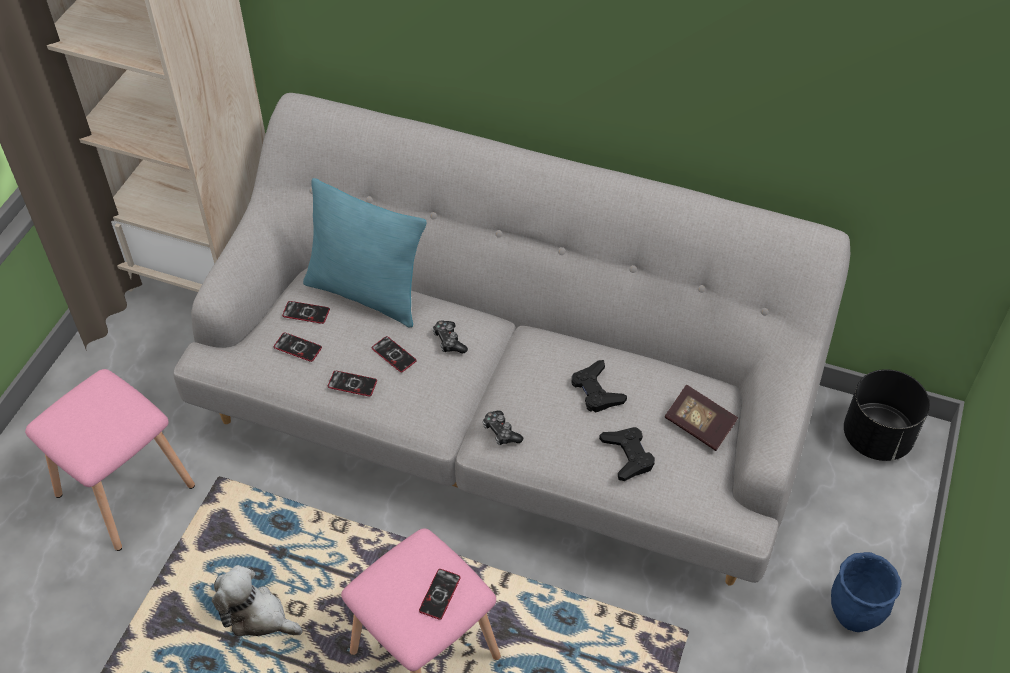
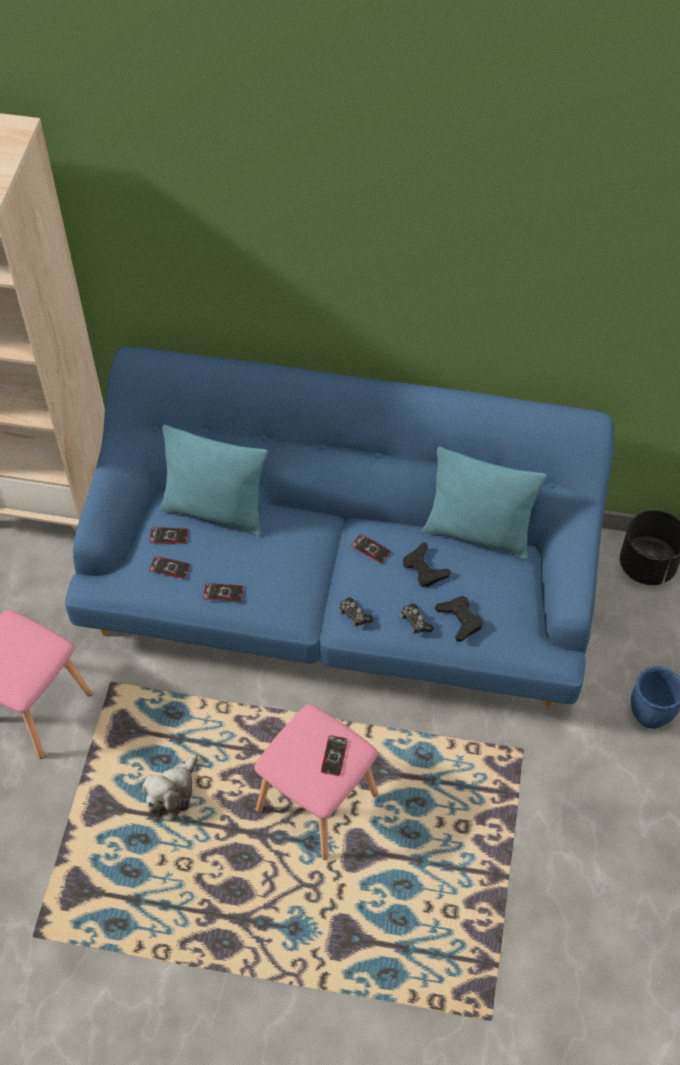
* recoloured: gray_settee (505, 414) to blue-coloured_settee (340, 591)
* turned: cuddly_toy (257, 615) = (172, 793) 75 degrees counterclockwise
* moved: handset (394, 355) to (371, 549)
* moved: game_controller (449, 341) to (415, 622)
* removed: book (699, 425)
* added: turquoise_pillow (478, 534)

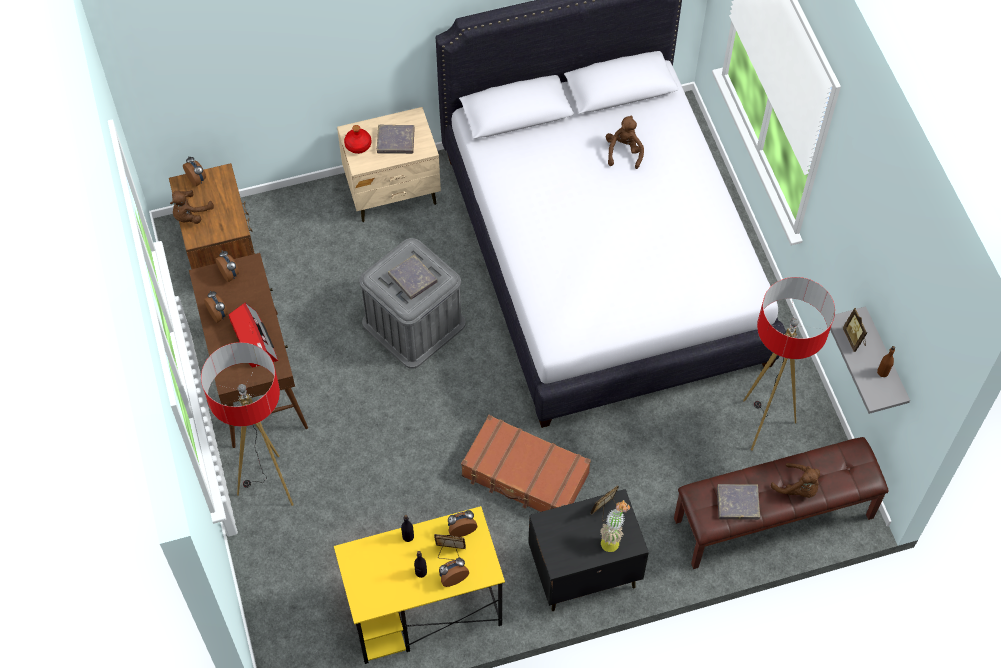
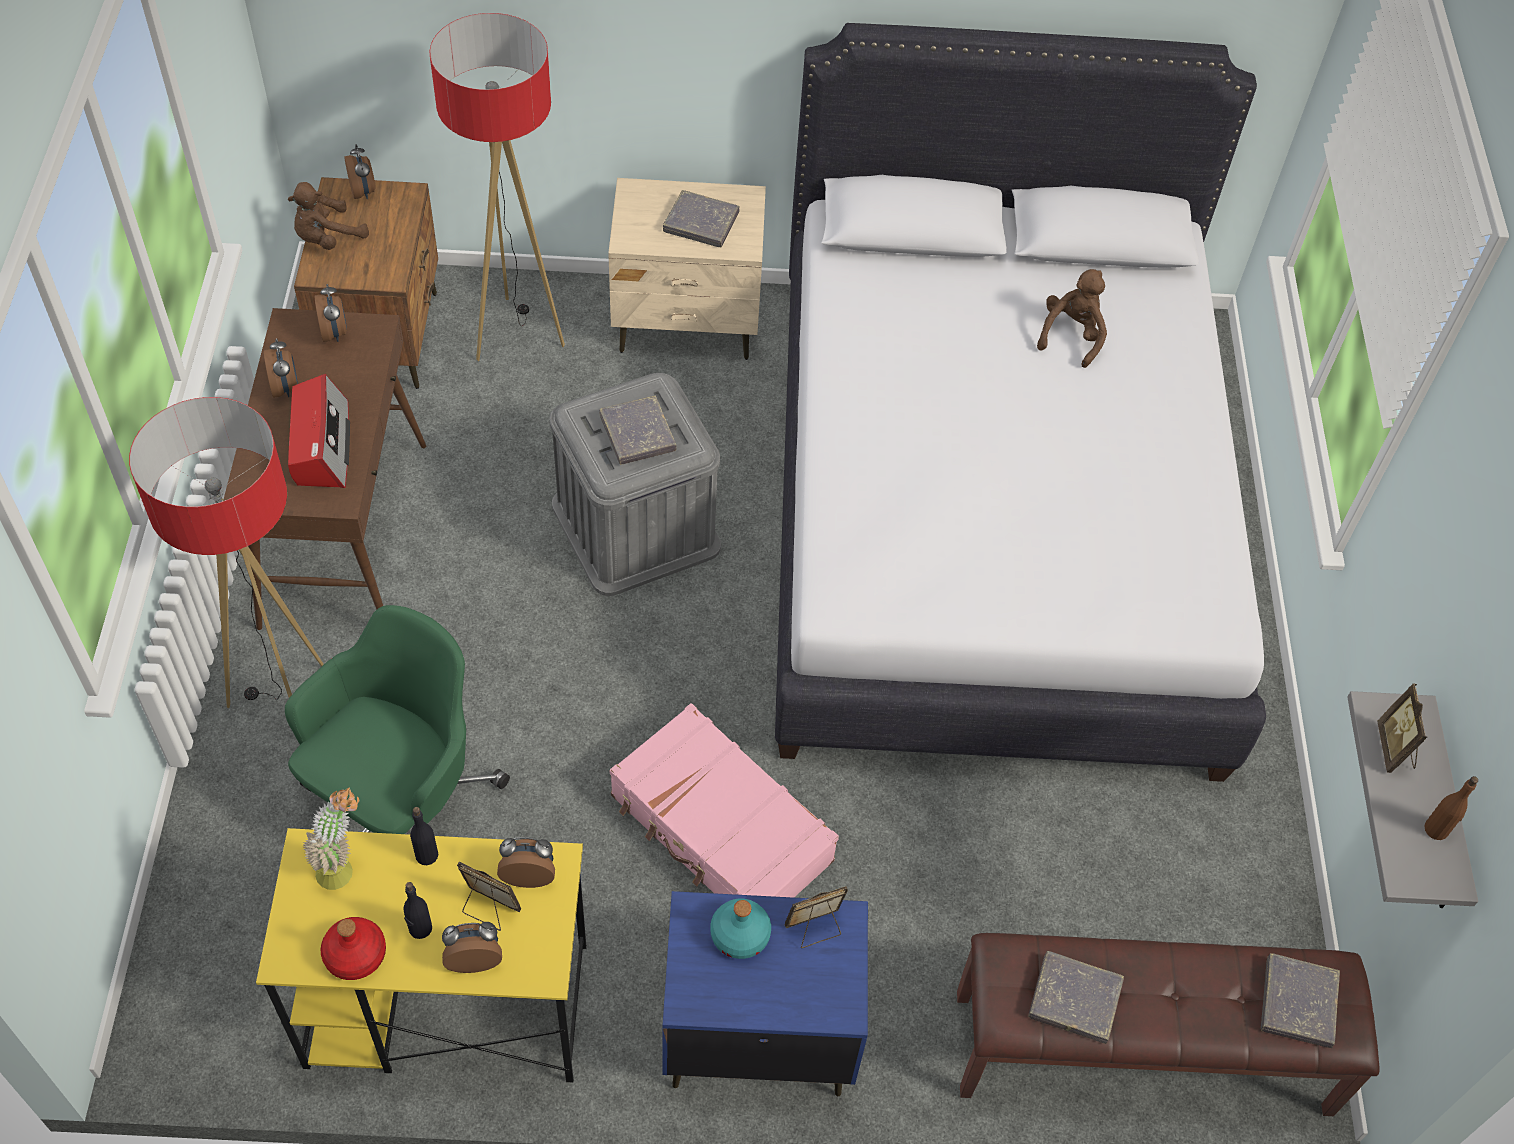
* moved: red_bottle (358, 145) to (354, 954)
* recoloured: brown_travel_case (525, 475) to pink_travel_case (720, 830)
* recoloured: blackish_night_table (583, 571) to blue-coloured_night_table (757, 1033)
* moved: potted_plant (612, 539) to (343, 867)
* moved: standing_lamp (763, 424) to (516, 334)
* removed: brown_cuddly_toy (798, 488)
* added: green_desk_chair (402, 805)
* added: turquoise_bottle (740, 935)
* added: gray_book (1297, 1003)

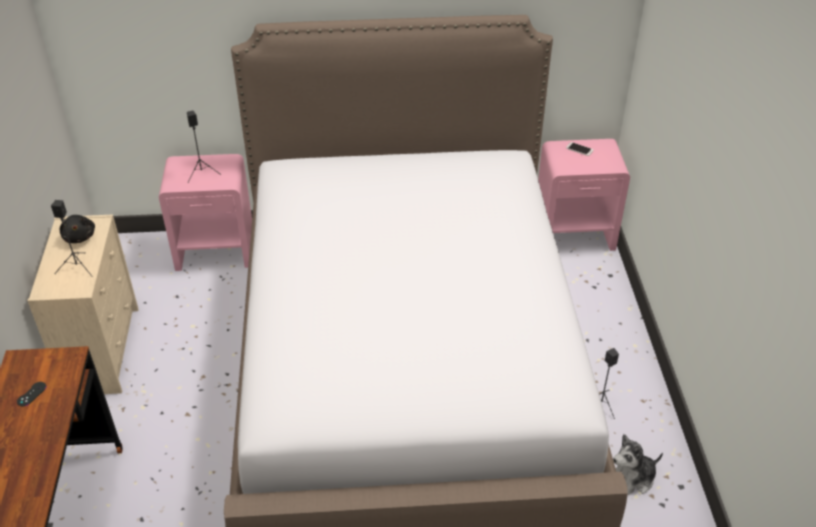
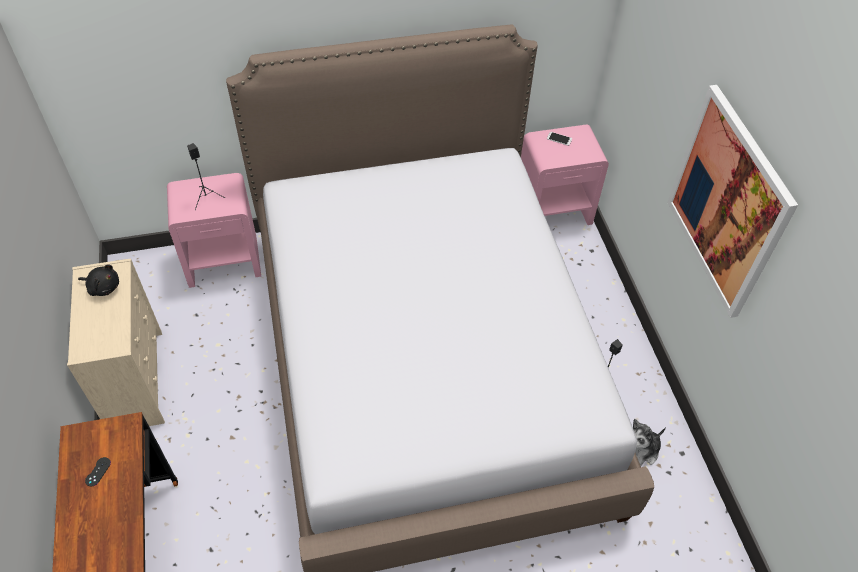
* removed: blackish_speaker (78, 267)
* turned: blackish_cuddly_toy (79, 236) = (103, 287) 45 degrees counterclockwise
* added: picture (727, 202)

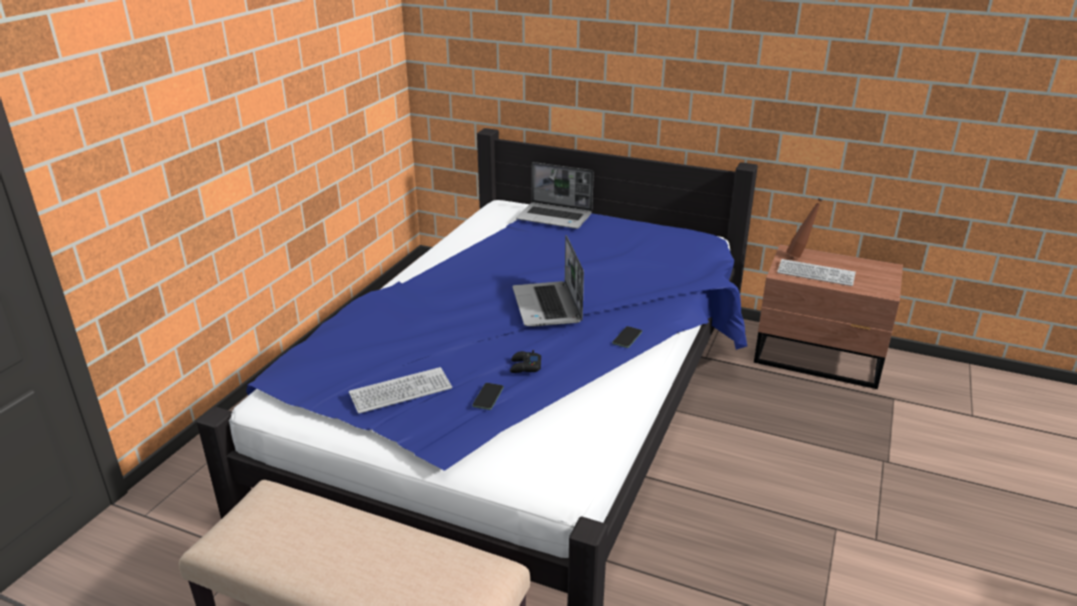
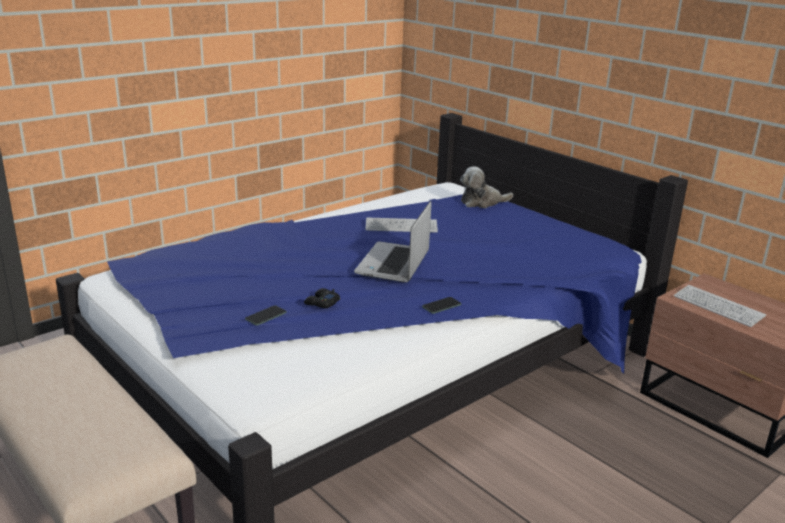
* moved: PC_keyboard (401, 392) to (401, 226)
* replaced: portable_computer (555, 217) to cuddly_toy (482, 202)
* removed: brown_bottle (799, 255)

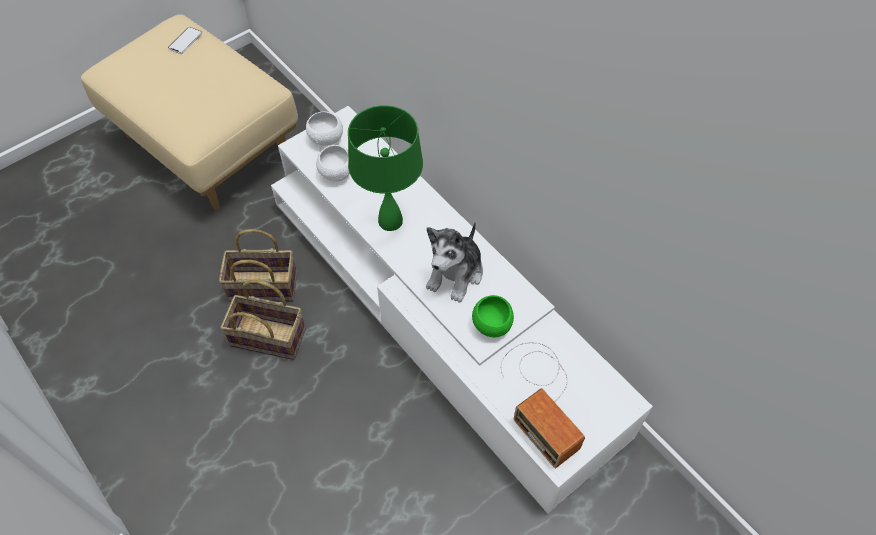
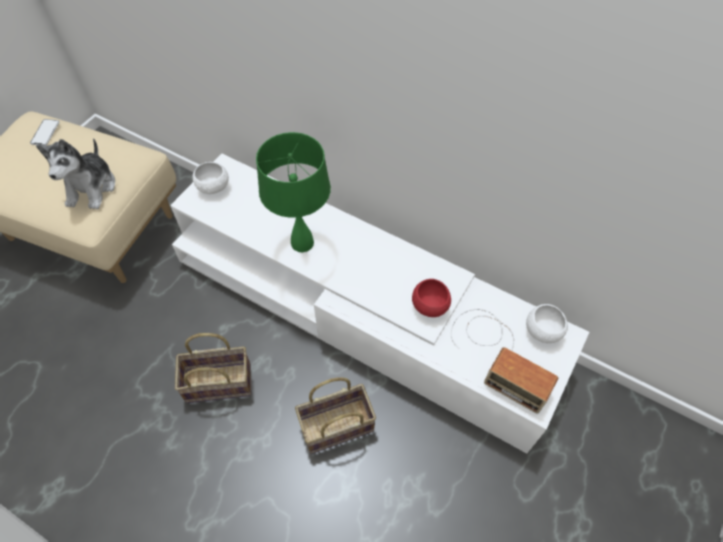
* moved: storage_basket (261, 288) to (335, 428)
* moved: whitish_deep_dish (336, 173) to (542, 331)
* moved: cuddly_toy (456, 273) to (91, 188)
* recoloured: green_deep_dish (491, 325) to red_deep_dish (429, 306)

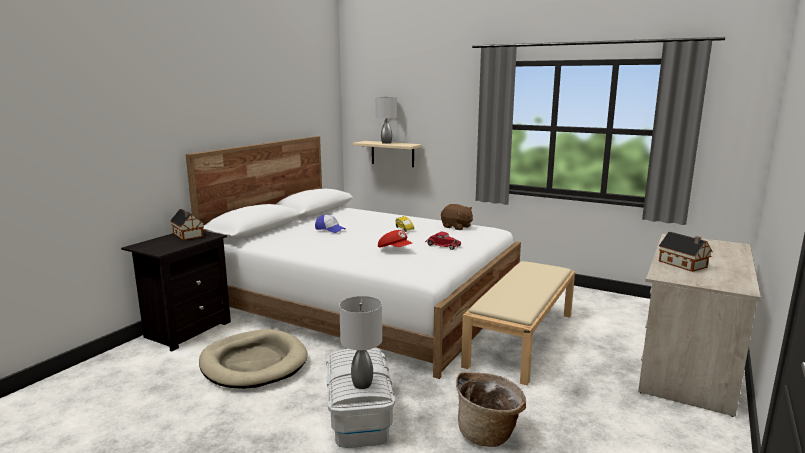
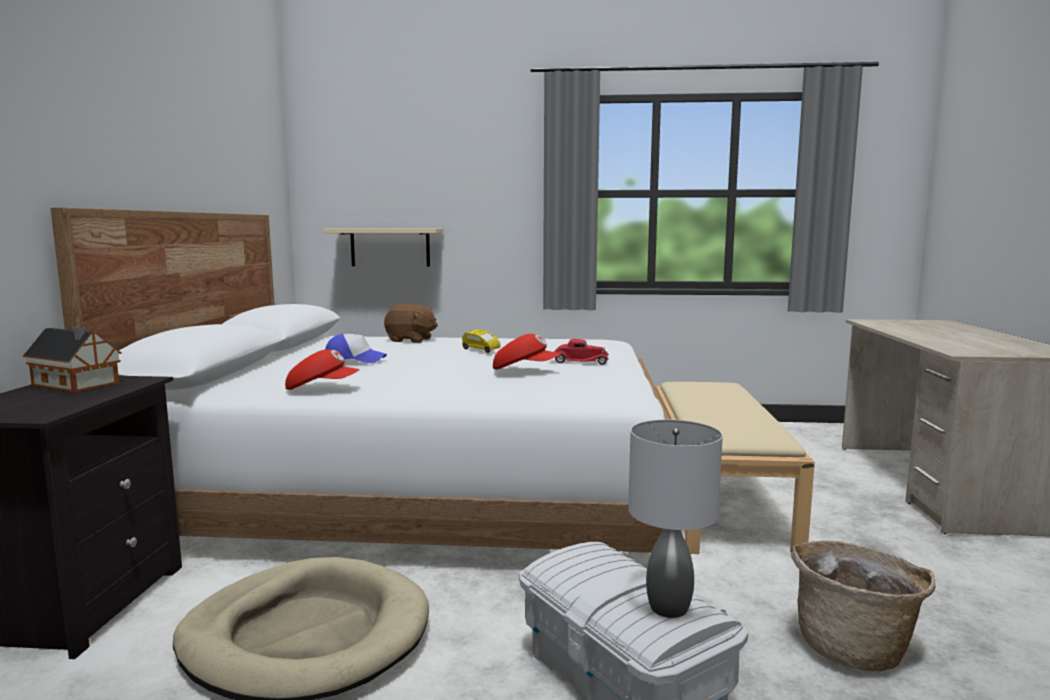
* removed: gray_lamp_for_a_table (386, 143)
* moved: brown_cuddly_toy (456, 227) to (410, 340)
* removed: toy_house (684, 265)
* added: red_cap (322, 388)

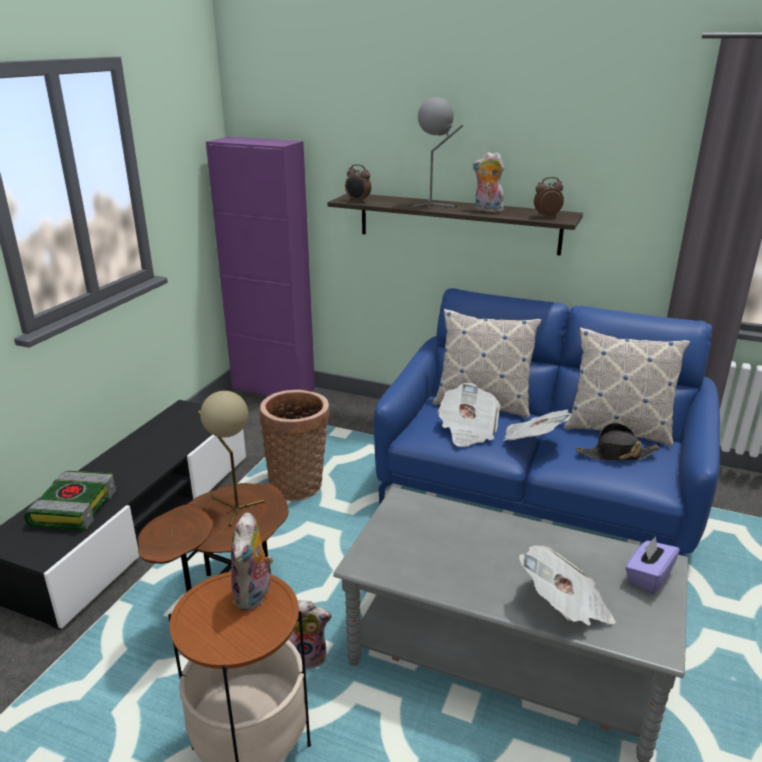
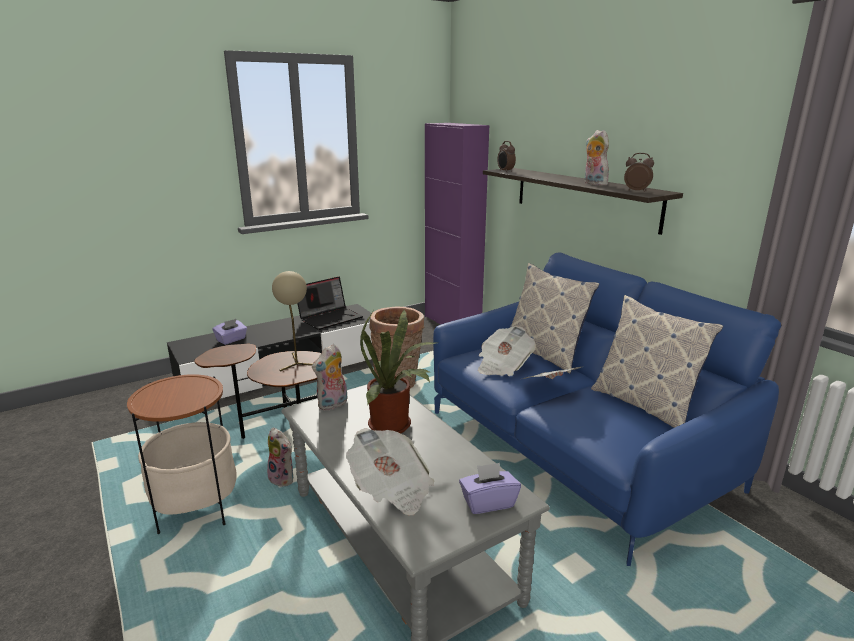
* replaced: book (73, 507) to purple_tissue_box (231, 340)
* moved: cuddly_toy (254, 596) to (333, 405)
* removed: gray_lamp_for_a_table (434, 205)
* removed: blackish_wearable_hat (616, 454)
* added: portable_computer (330, 318)
* added: potted_plant (394, 426)

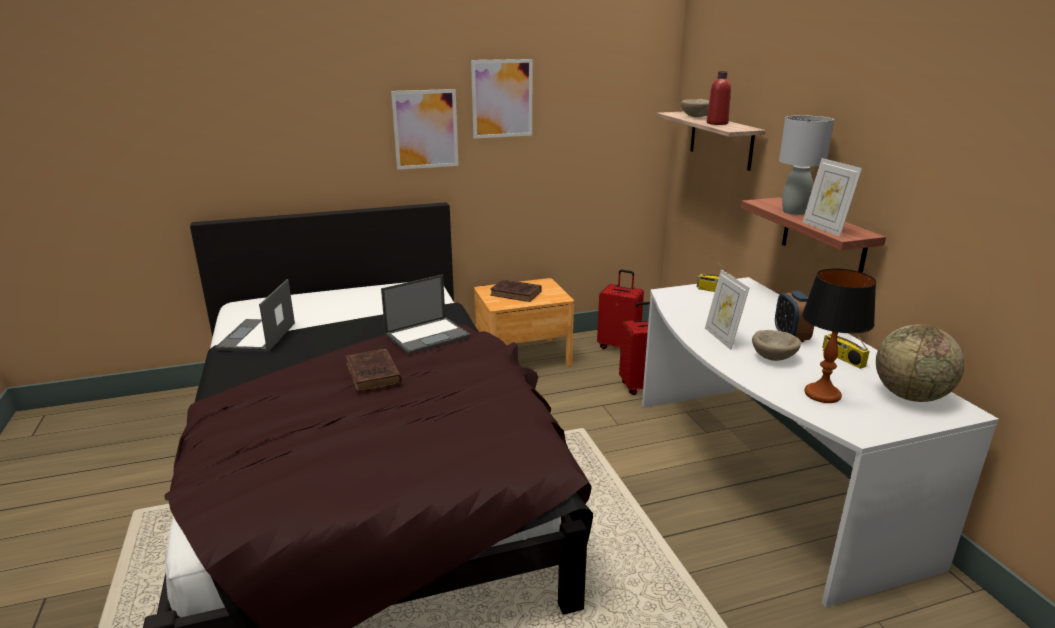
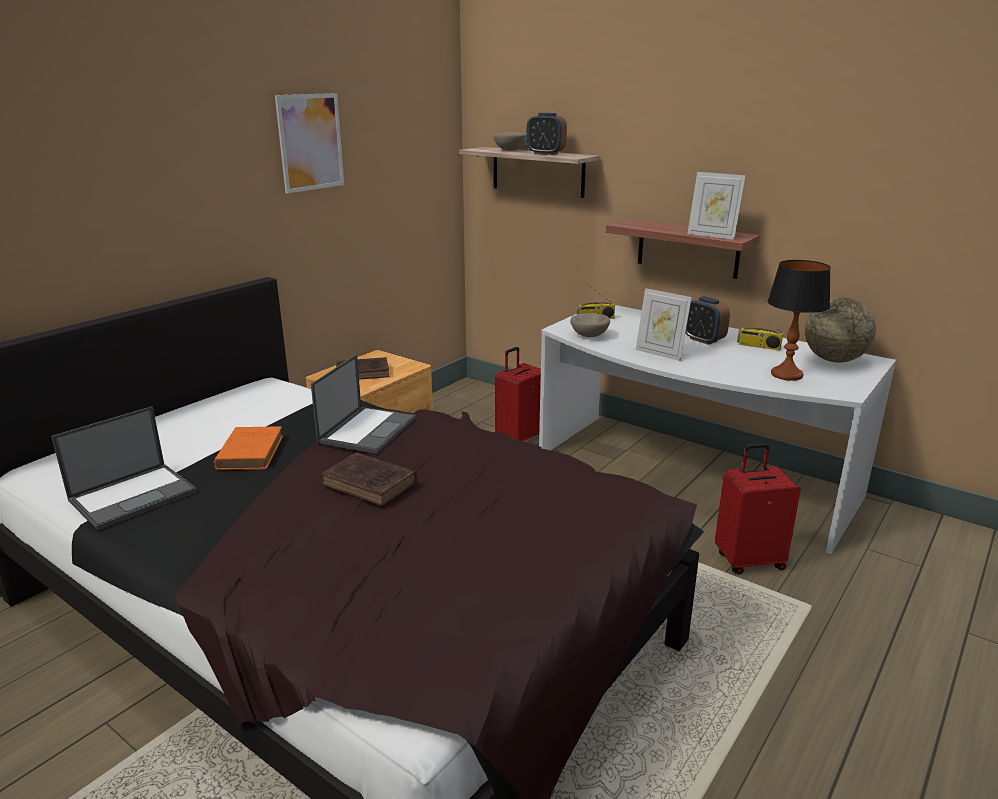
* turned: portable_computer (257, 337) = (134, 495) 105 degrees counterclockwise
* removed: picture (425, 129)
* moved: red_travel_case (619, 346) to (748, 560)
* replaced: red_bottle (717, 123) to alarm_clock (545, 153)
* moved: sand-coloured_deep_dish (774, 357) to (589, 335)
* removed: gray_lamp_for_a_table (793, 212)
* added: orangey_book (251, 451)

